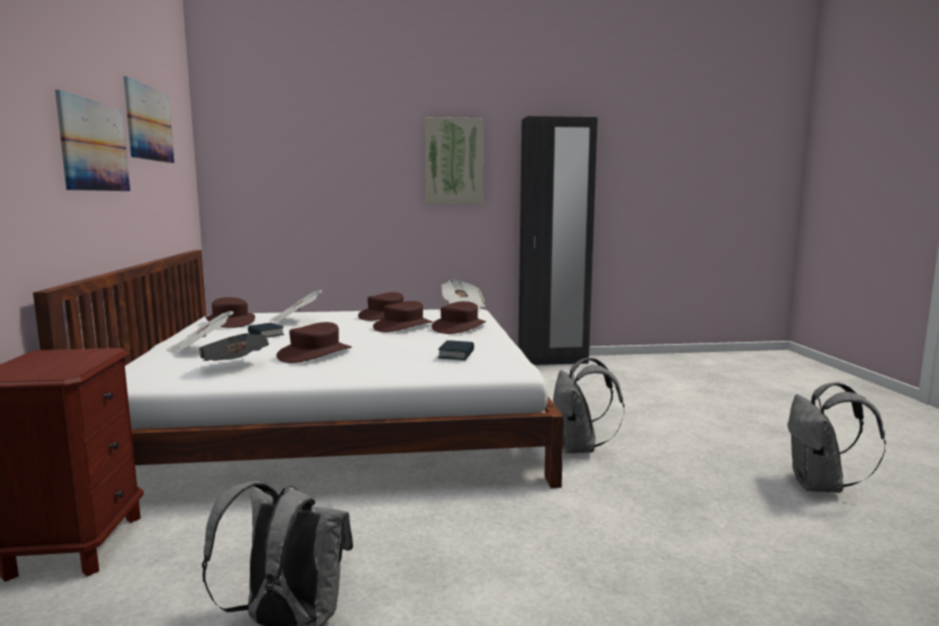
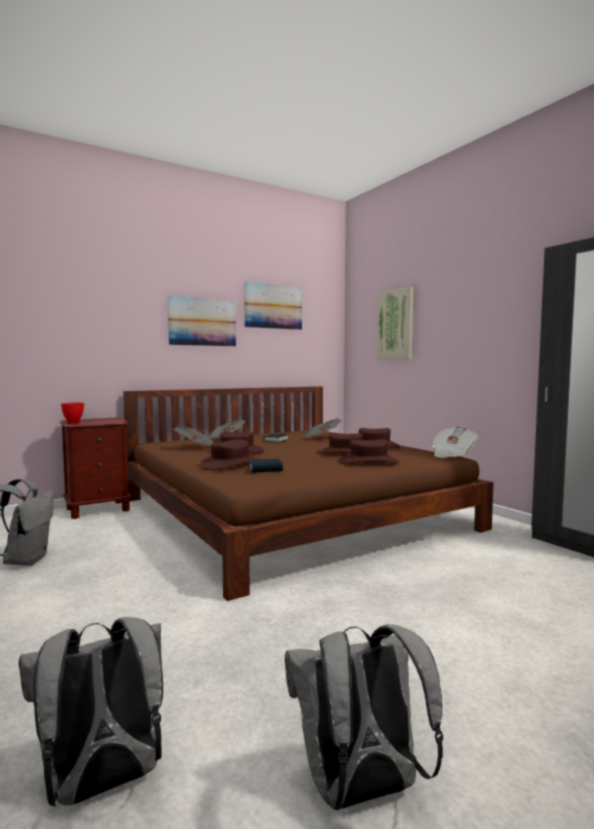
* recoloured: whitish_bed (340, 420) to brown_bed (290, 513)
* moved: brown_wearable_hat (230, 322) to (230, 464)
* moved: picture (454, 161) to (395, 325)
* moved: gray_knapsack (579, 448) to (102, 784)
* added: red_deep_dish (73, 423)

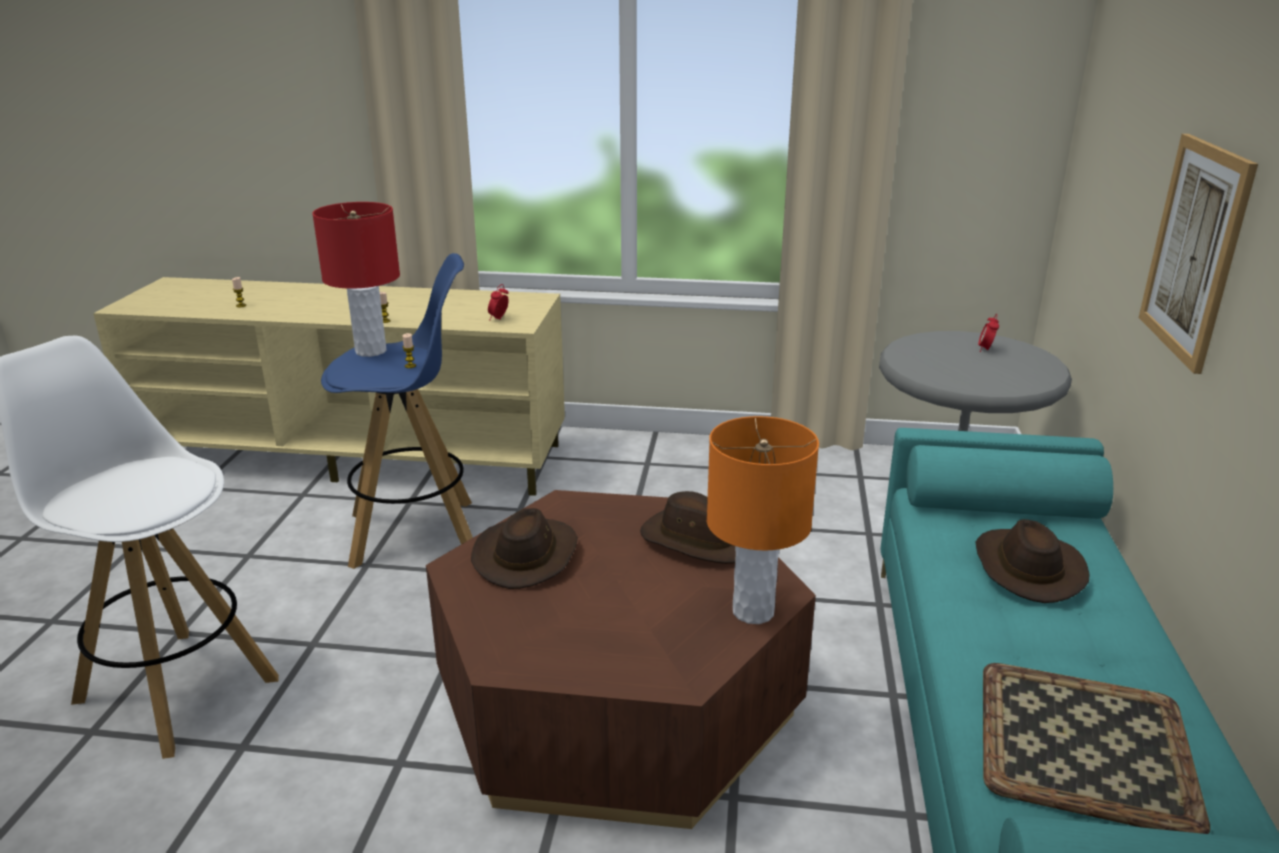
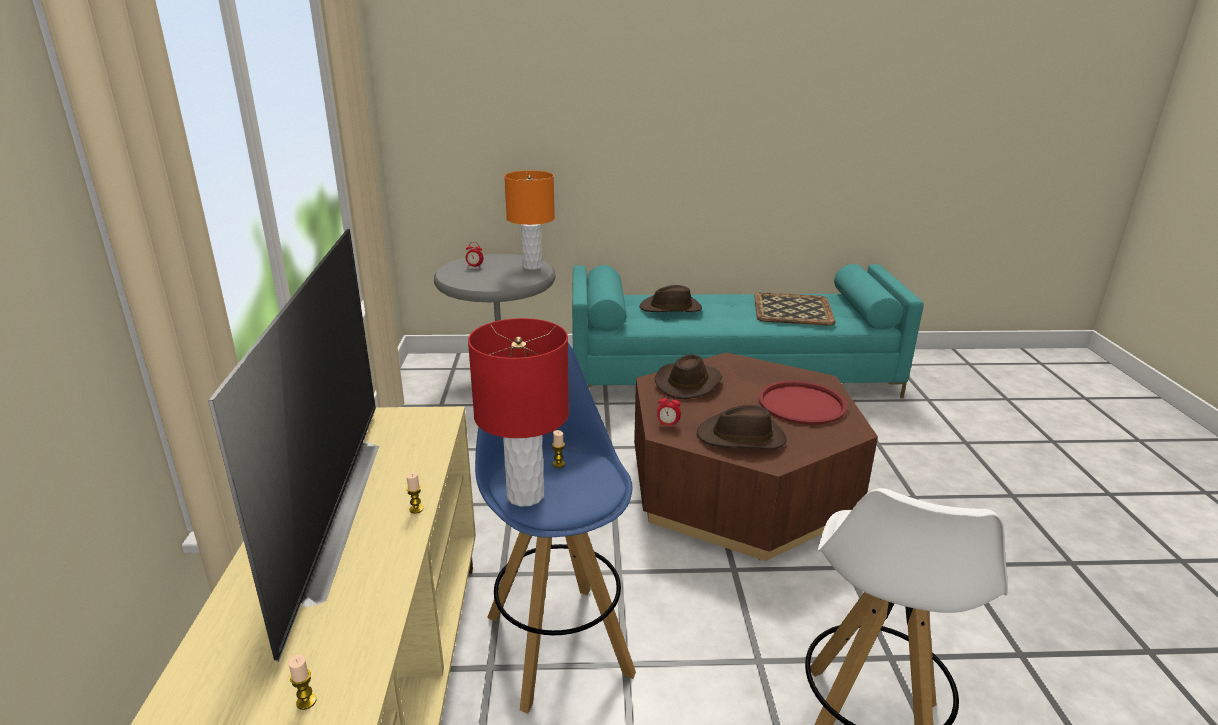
* moved: alarm_clock (499, 319) to (667, 425)
* moved: orangey_lamp_for_a_table (752, 611) to (532, 266)
* removed: picture (1194, 250)
* added: television (321, 514)
* added: red_carrying_tray (802, 404)

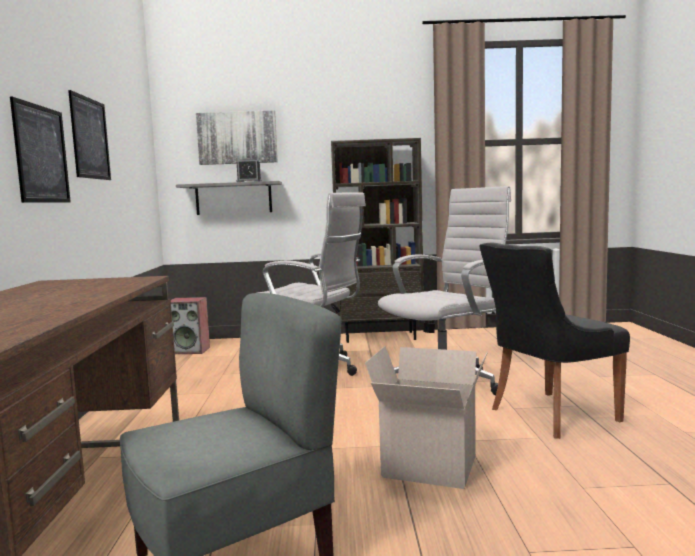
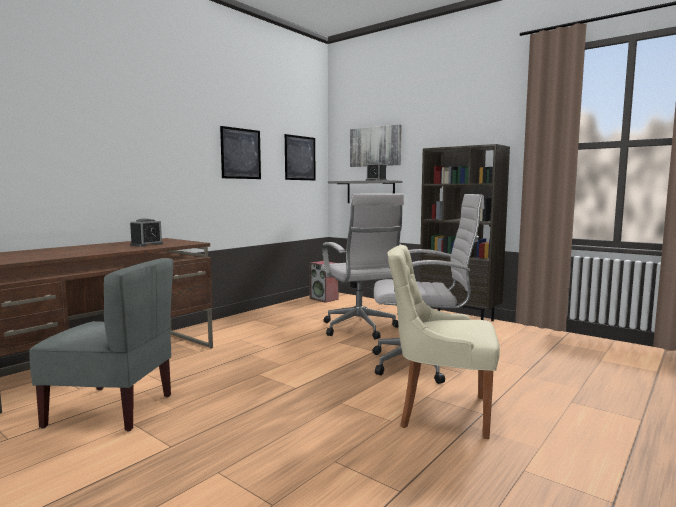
* moved: picture (41, 154) to (300, 158)
* removed: packing_box (427, 468)
* recoloured: blackish_chair (549, 415) to sand-coloured_chair (440, 411)
* added: alarm_clock (147, 244)

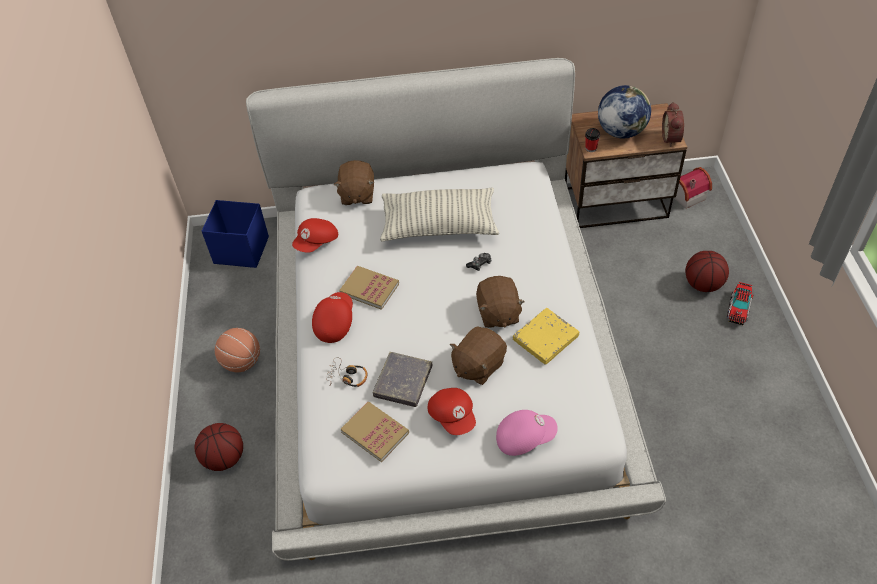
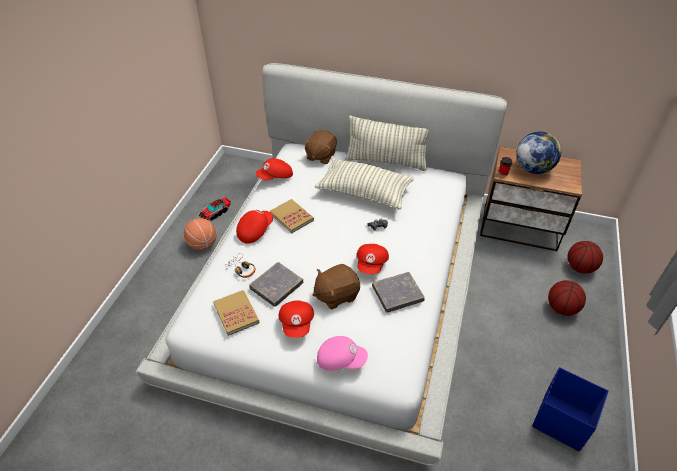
* moved: basketball (225, 458) to (580, 268)
* moved: blue-coloured_storage_container (241, 250) to (561, 420)
* replaced: brown_cuddly_toy (498, 313) to red_cap (372, 264)
* recoloured: yellowish_book (545, 338) to gray_book (397, 294)
* removed: alarm_clock (672, 138)
* removed: toy_house (685, 195)
* moved: model_truck (738, 309) to (215, 213)
* added: pillow (386, 161)

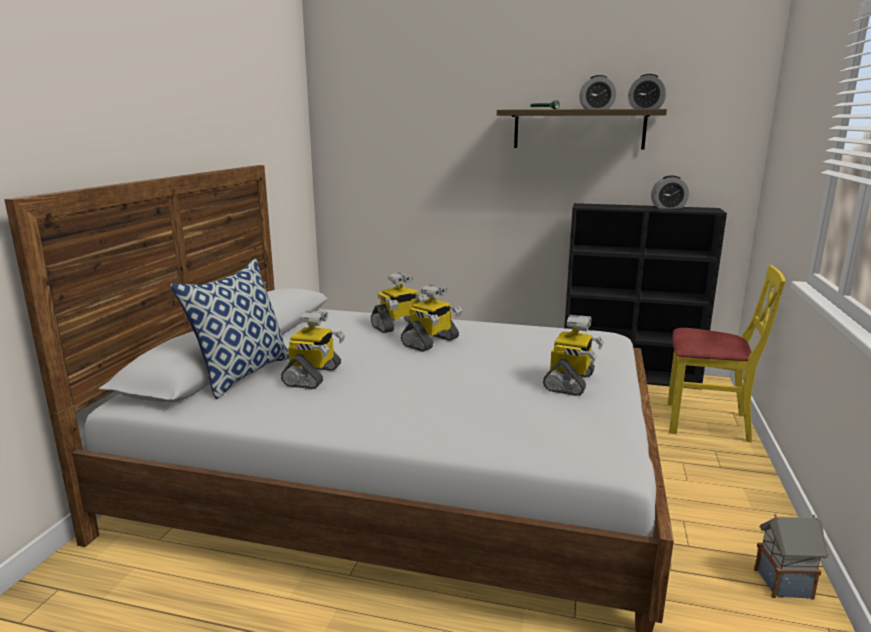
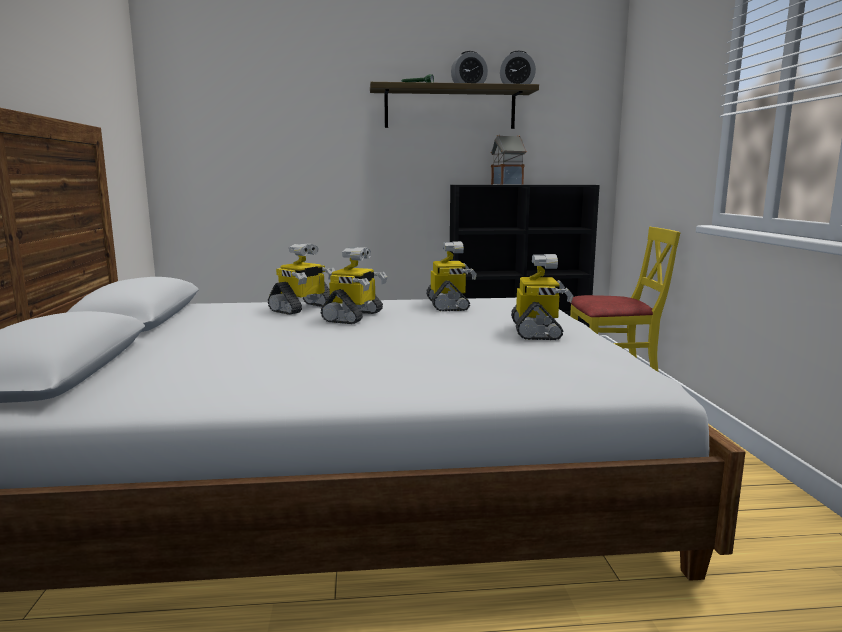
* removed: pillow (242, 373)
* moved: toy_robot (314, 376) to (448, 305)
* removed: alarm_clock (668, 207)
* moved: toy_house (784, 583) to (507, 184)

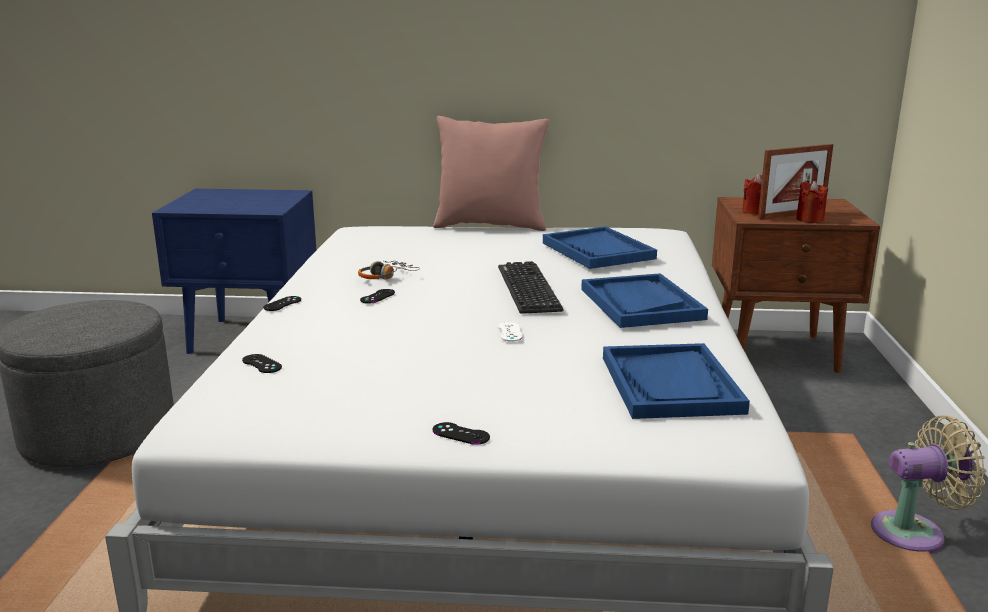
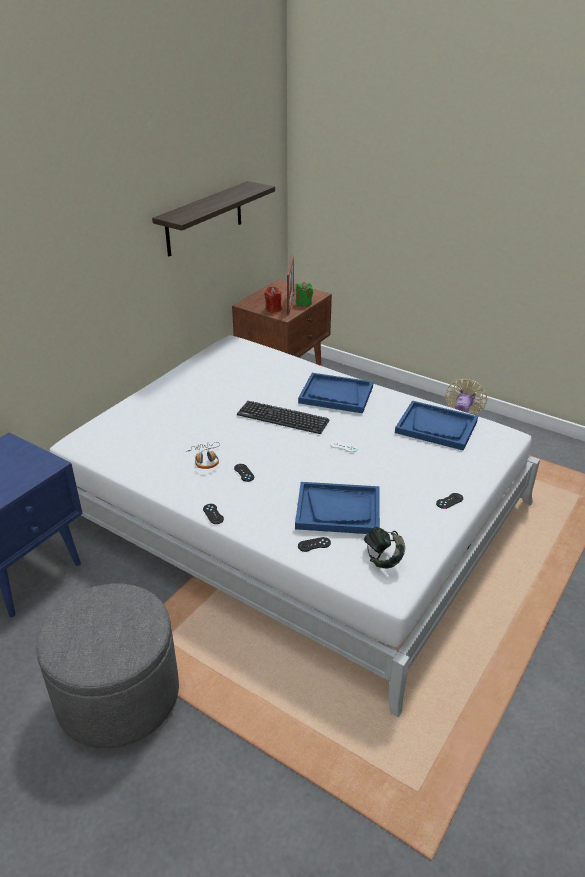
* removed: pink_pillow (490, 225)
* moved: blue-coloured_carrying_tray (598, 251) to (338, 510)
* recoloured: red_candle (810, 219) to green_candle (304, 303)
* added: bracket_shelf (204, 219)
* added: headphones (383, 558)

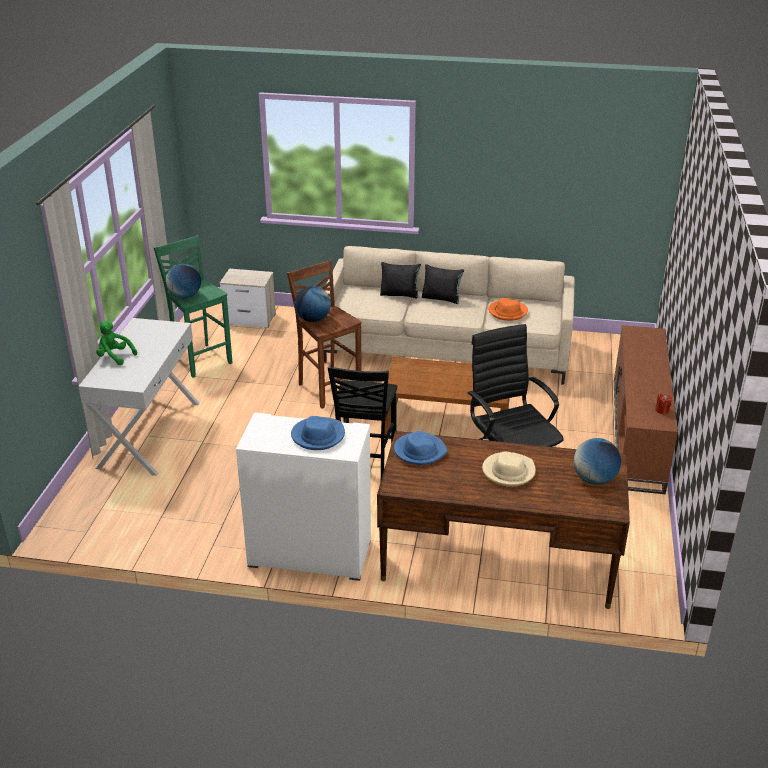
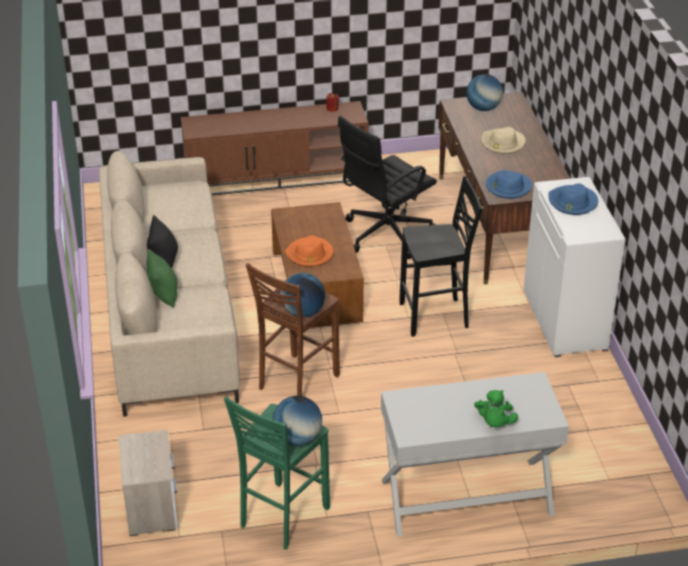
* recoloured: blackish_pillow (400, 294) to green_pillow (163, 294)
* moved: orangey_wearable_hat (507, 312) to (310, 254)

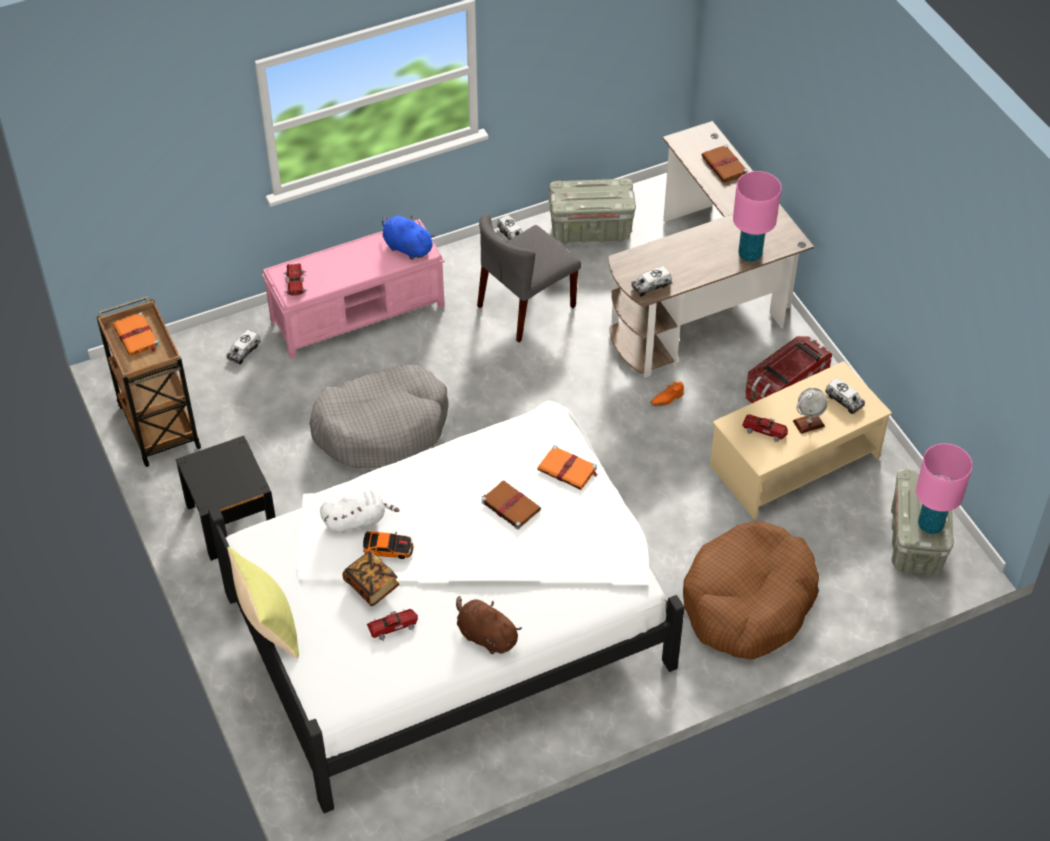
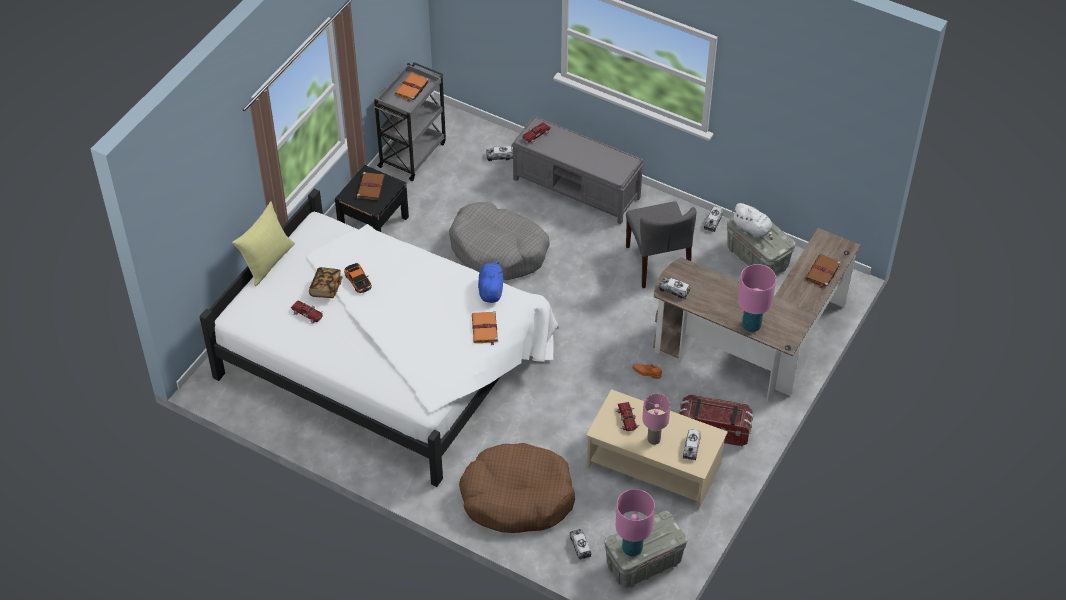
* recoloured: brown_trolley (158, 424) to gray_trolley (413, 154)
* recoloured: pink_long_seat (359, 313) to gray_long_seat (577, 189)
* moved: whitish_cuddly_toy (357, 520) to (753, 229)
* moved: blue-coloured_cuddly_toy (406, 247) to (491, 289)
* removed: brown_cuddly_toy (485, 636)
* turned: gray_chair (526, 307) = (658, 262) 120 degrees counterclockwise
* moved: brown_book (510, 505) to (371, 187)
* replaced: desk_globe (808, 423) to pink_lamp_for_a_table (653, 439)
* added: model_truck (580, 546)

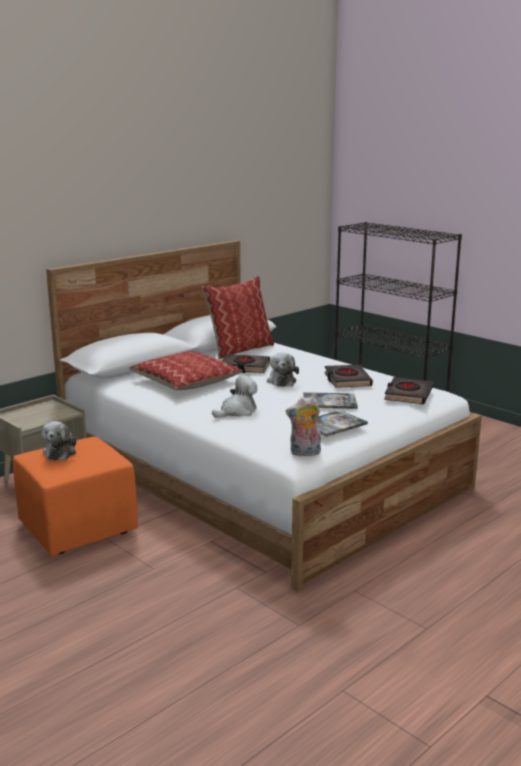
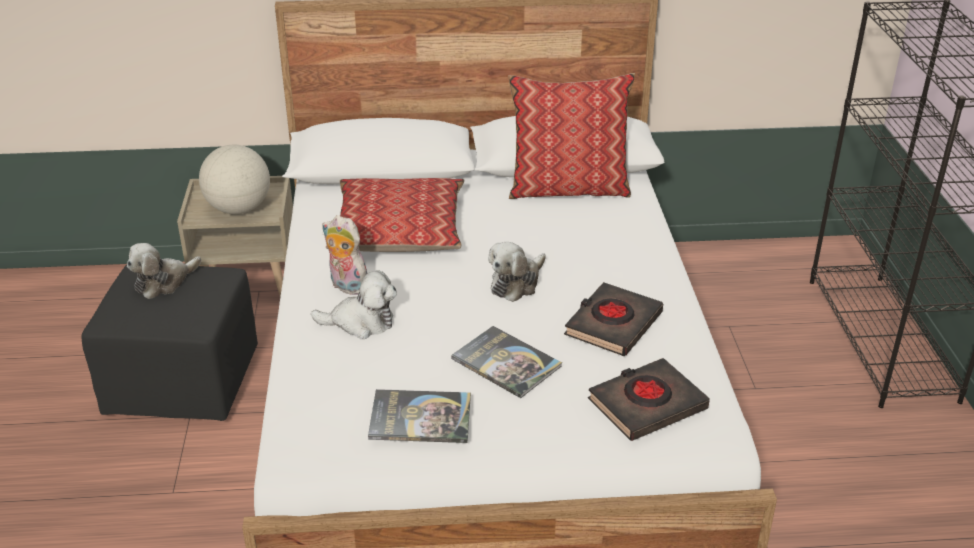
* recoloured: orangey_pouffe (79, 528) to blackish_pouffe (185, 383)
* removed: blackish_book (244, 367)
* moved: cuddly_toy (304, 453) to (346, 286)
* added: desk_globe (239, 209)

